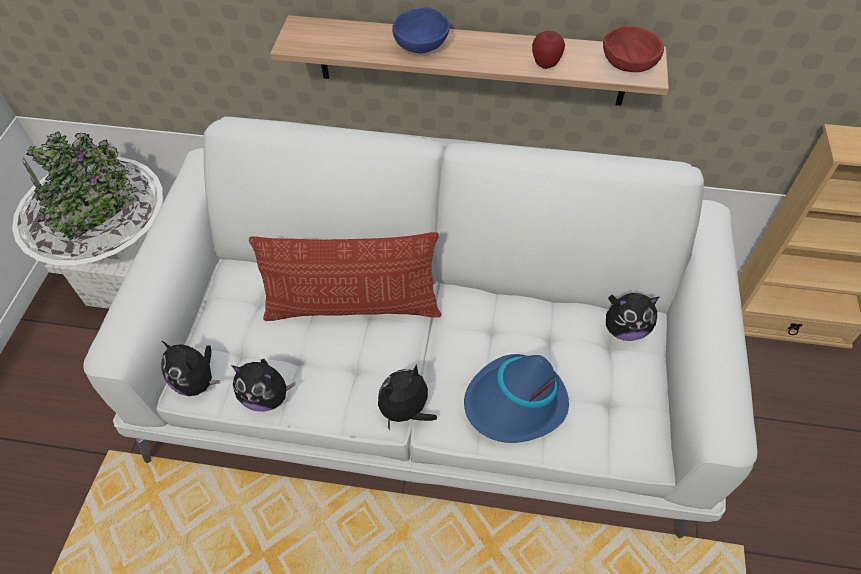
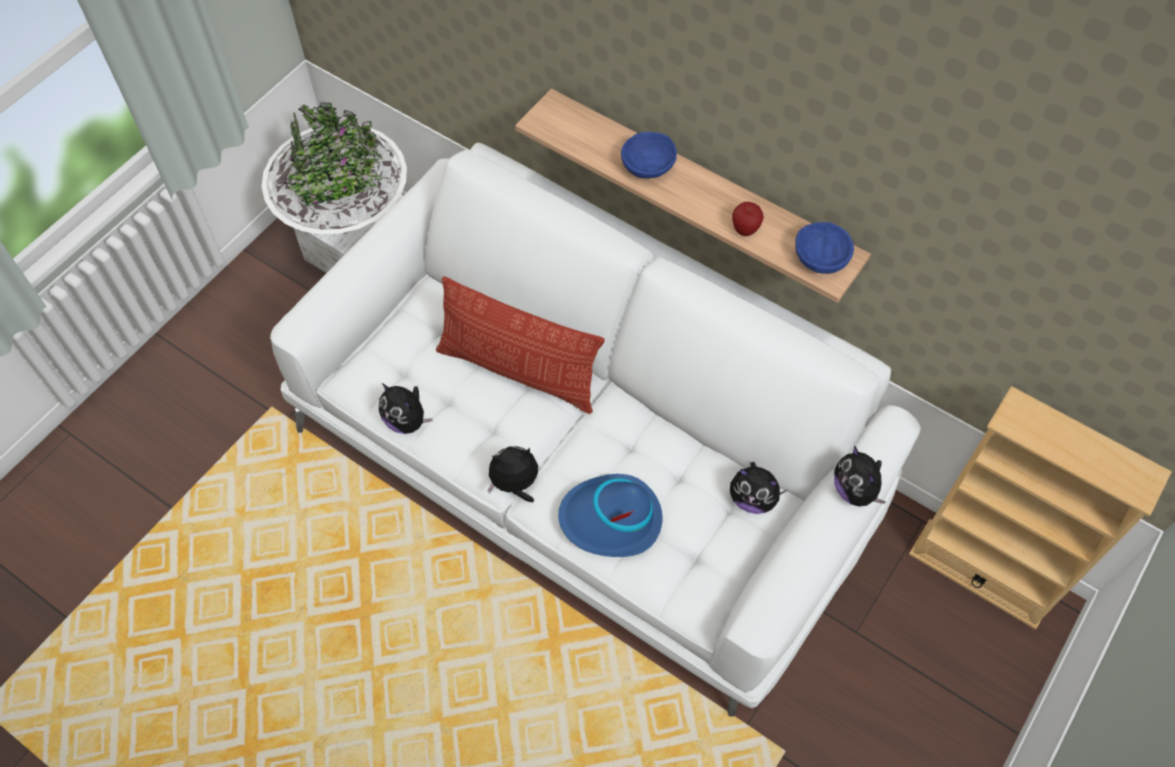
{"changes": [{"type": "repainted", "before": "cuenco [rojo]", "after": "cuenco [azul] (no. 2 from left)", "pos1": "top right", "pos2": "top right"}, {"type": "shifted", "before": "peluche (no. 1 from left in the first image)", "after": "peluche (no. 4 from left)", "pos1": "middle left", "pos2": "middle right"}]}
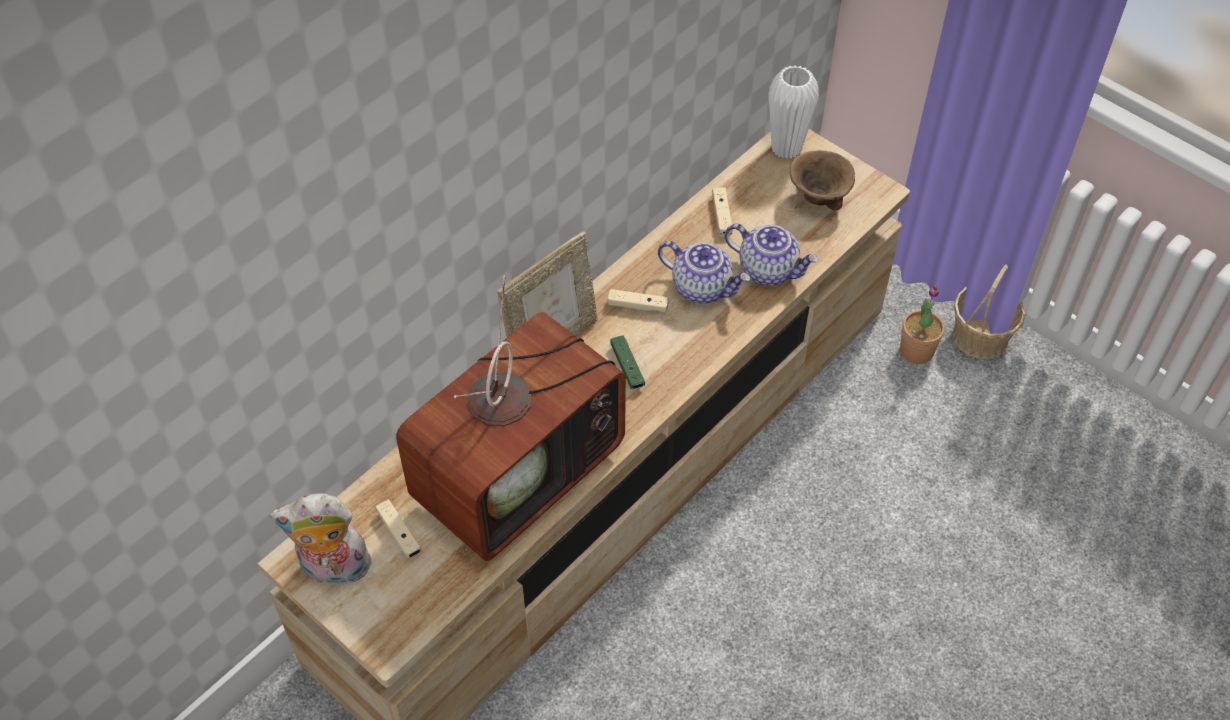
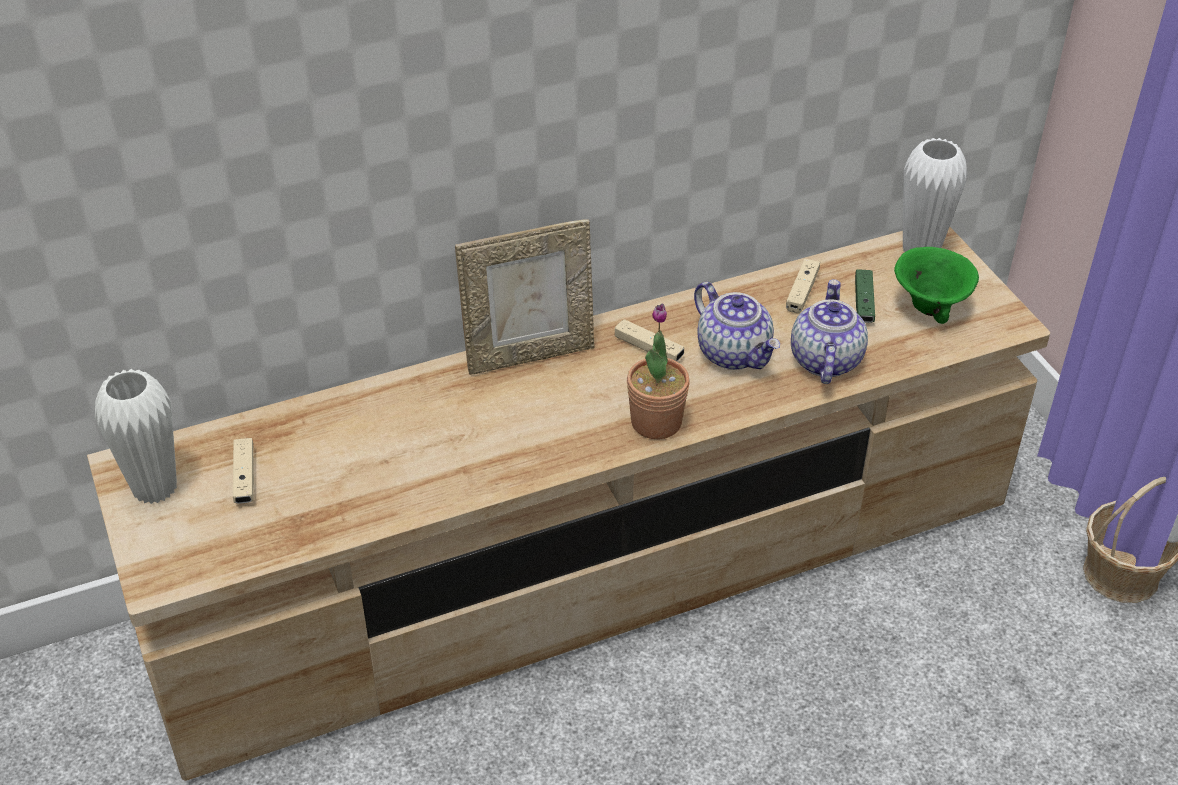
{"changes": [{"type": "repainted", "before": "cuenco [marrón]", "after": "cuenco [verde]", "pos1": "top right", "pos2": "middle right"}, {"type": "rotated", "before": "tetera (no. 2 from left)", "pos1": "centre", "pos2": "middle right", "turn": -135}, {"type": "gone", "before": "televisor", "pos1": "centre"}, {"type": "shifted", "before": "planta en maceta", "pos1": "middle right", "pos2": "centre"}, {"type": "shifted", "before": "mando de consola [verde]", "pos1": "centre", "pos2": "middle right"}, {"type": "swapped", "before": "peluche", "after": "florero [blanco] (no. 1 from left)", "pos1": "bottom left", "pos2": "middle left"}]}
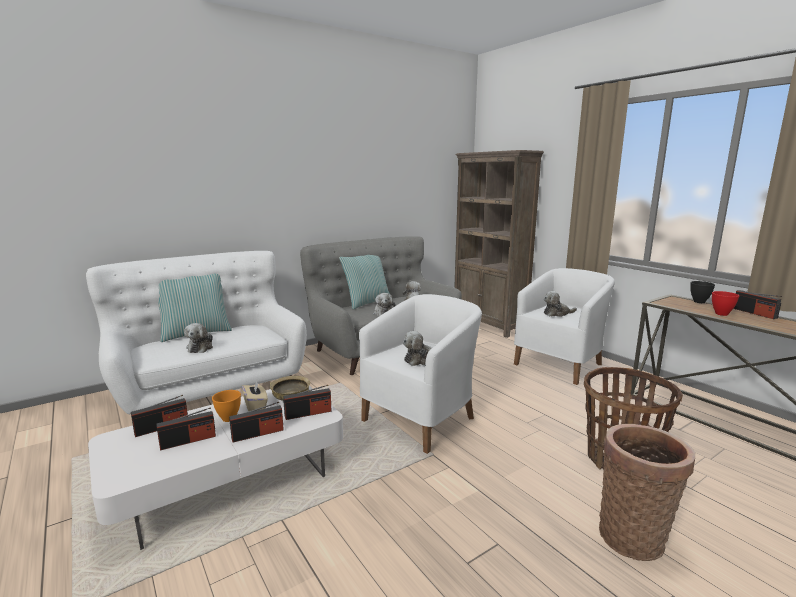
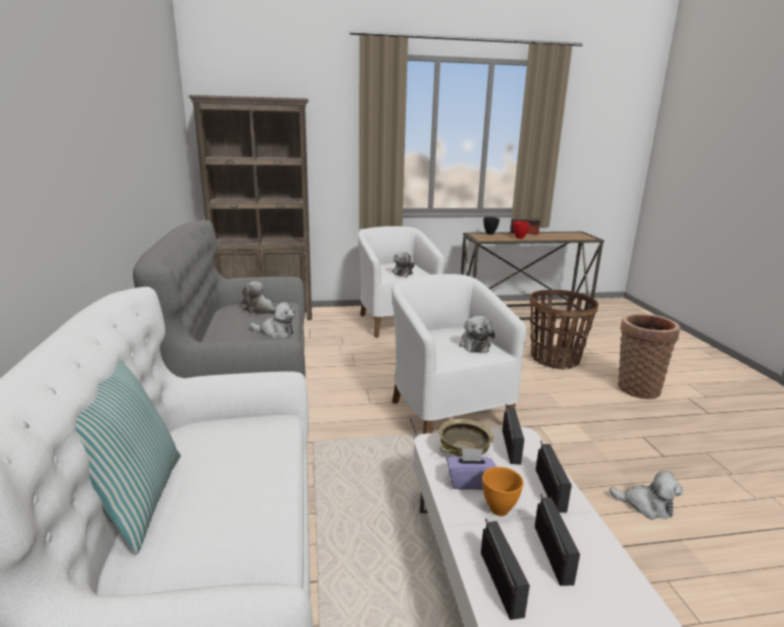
{"changes": [{"type": "gone", "before": "cojín (no. 2 from left)", "pos1": "centre"}, {"type": "shifted", "before": "peluche (no. 1 from left in the first image)", "after": "peluche (no. 5 from left)", "pos1": "middle left", "pos2": "bottom right"}, {"type": "repainted", "before": "caja de pañuelos [beis]", "after": "caja de pañuelos [morado]", "pos1": "middle left", "pos2": "bottom centre"}]}
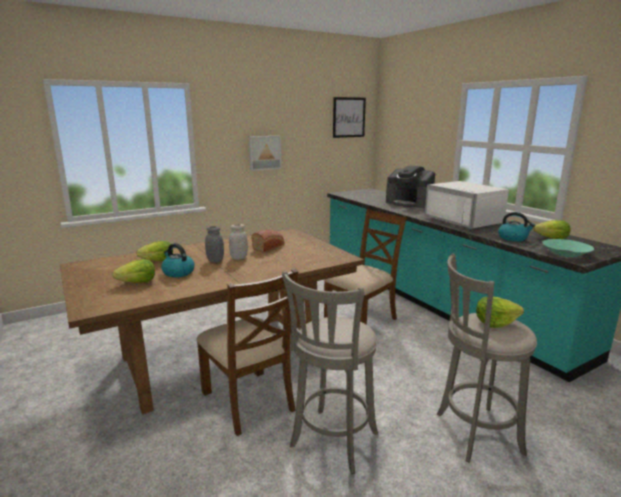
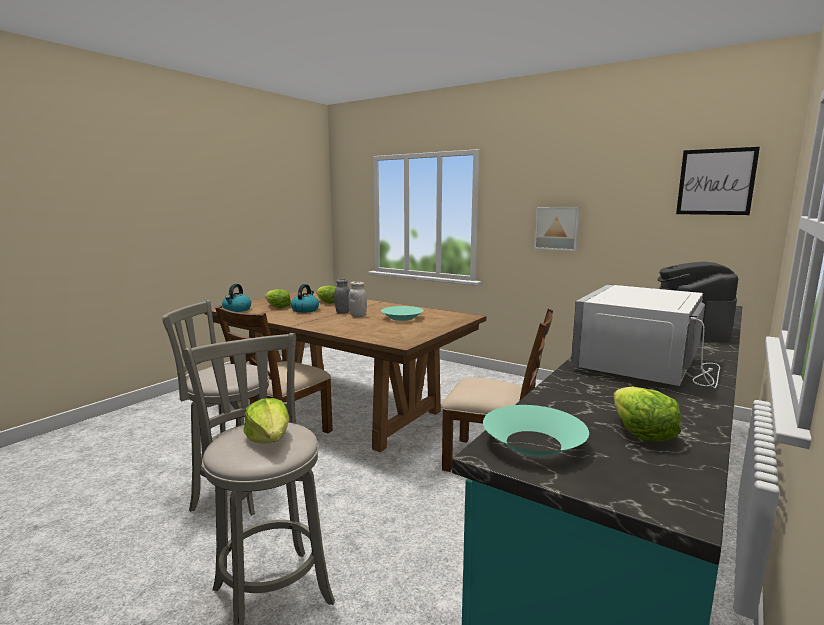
{"changes": [{"type": "shifted", "before": "hervidor (no. 2 from left in the first image)", "after": "hervidor (no. 1 from left)", "pos1": "middle right", "pos2": "middle left"}, {"type": "swapped", "before": "pan", "after": "cuenco [turquesa] (no. 1 from left)", "pos1": "centre", "pos2": "centre"}]}
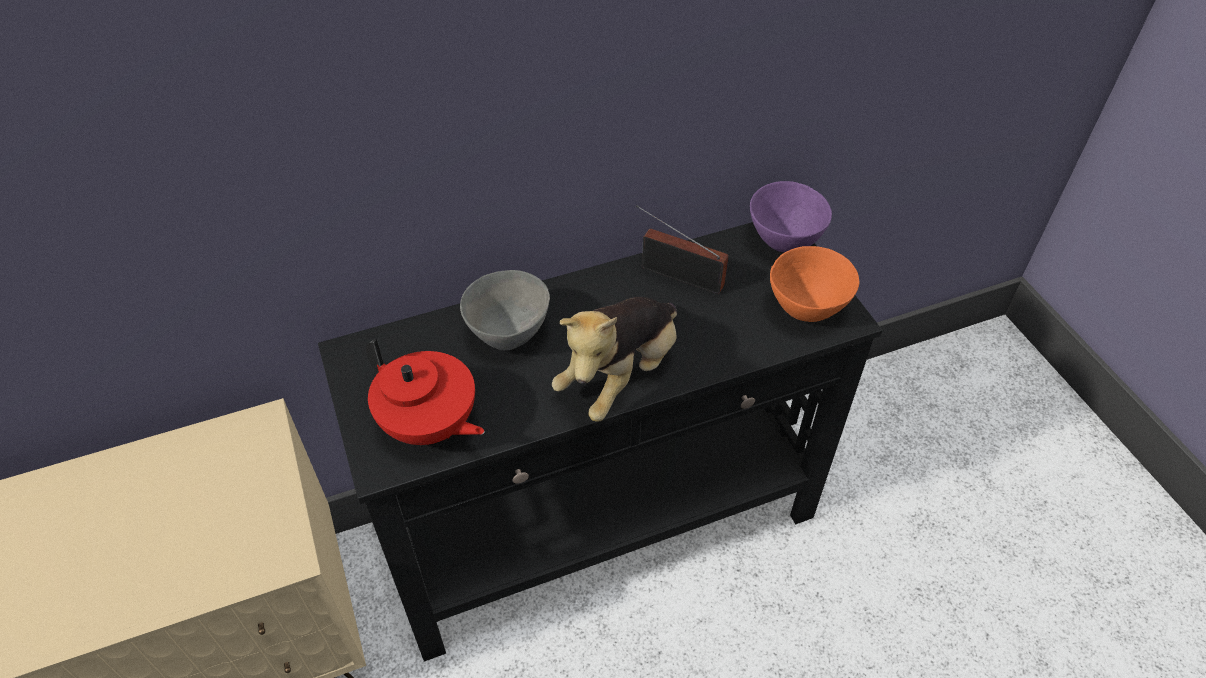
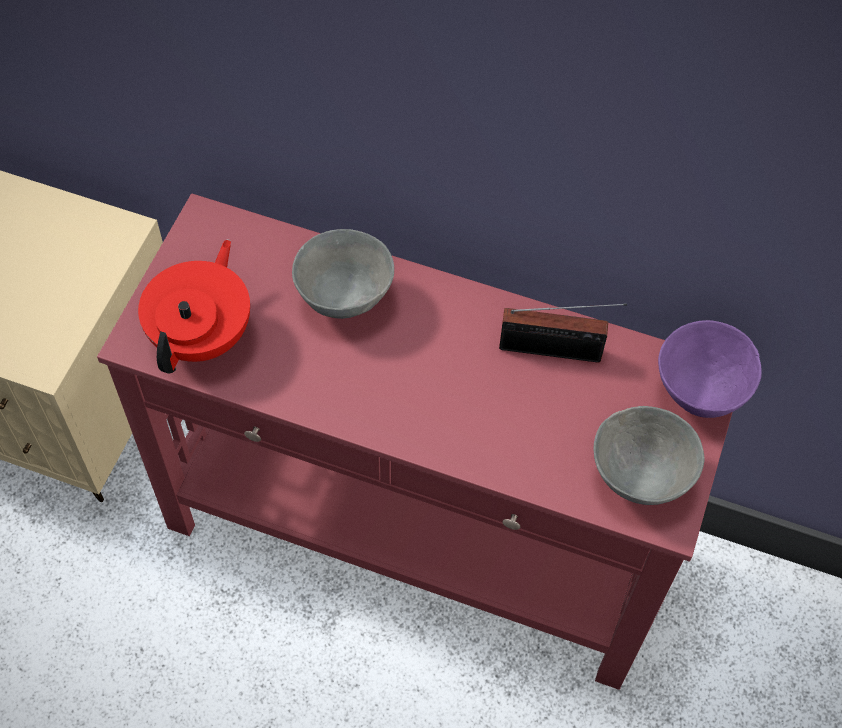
{"changes": [{"type": "rotated", "before": "radio", "pos1": "centre", "pos2": "middle right", "turn": 120}, {"type": "repainted", "before": "mesa consola [negro]", "after": "mesa consola [rojo]", "pos1": "centre", "pos2": "centre"}, {"type": "repainted", "before": "cuenco [naranja]", "after": "cuenco [gris] (no. 2 from left)", "pos1": "middle right", "pos2": "middle right"}, {"type": "gone", "before": "peluche", "pos1": "centre"}, {"type": "rotated", "before": "tetera [rojo]", "pos1": "centre", "pos2": "middle left", "turn": -150}]}
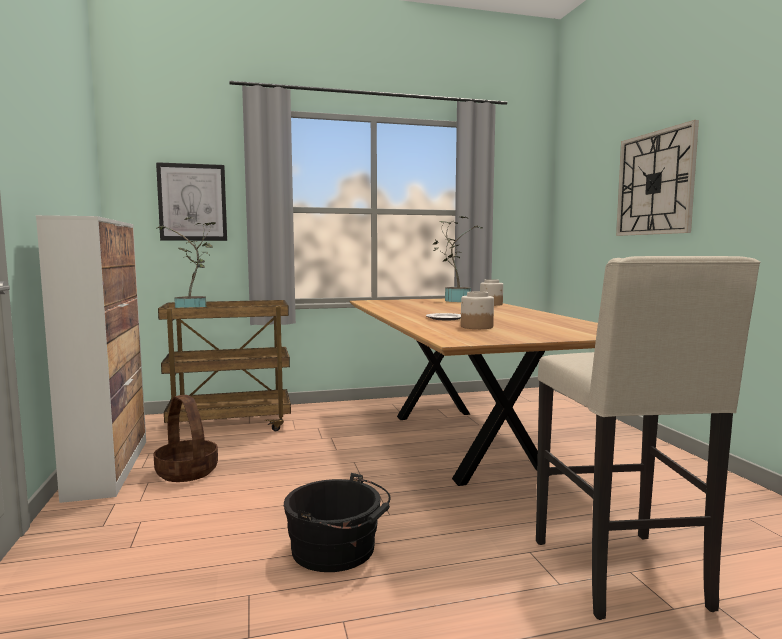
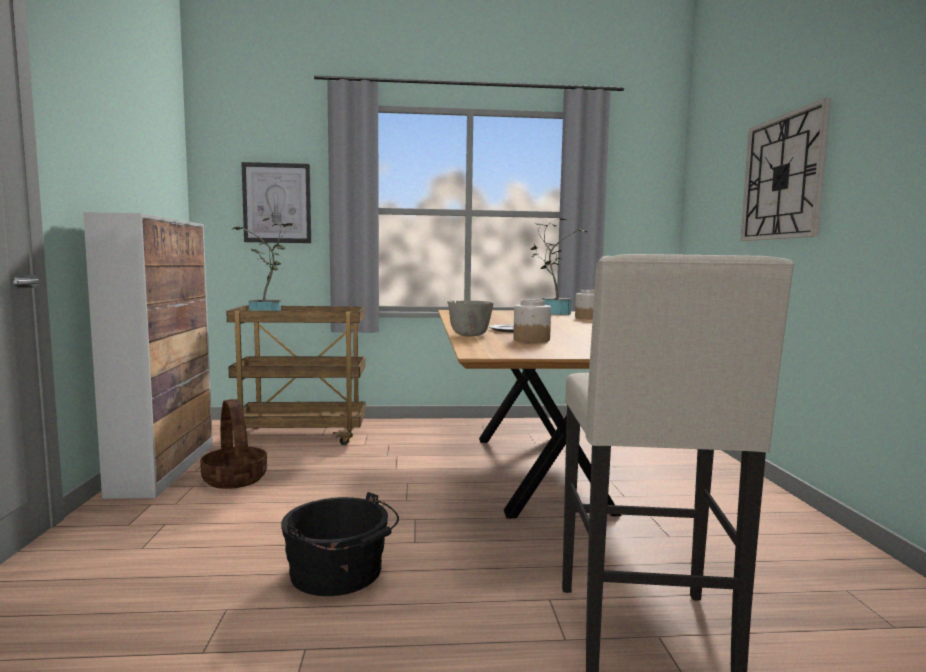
{"changes": [{"type": "new", "after": "cuenco [gris]", "pos2": "centre"}]}
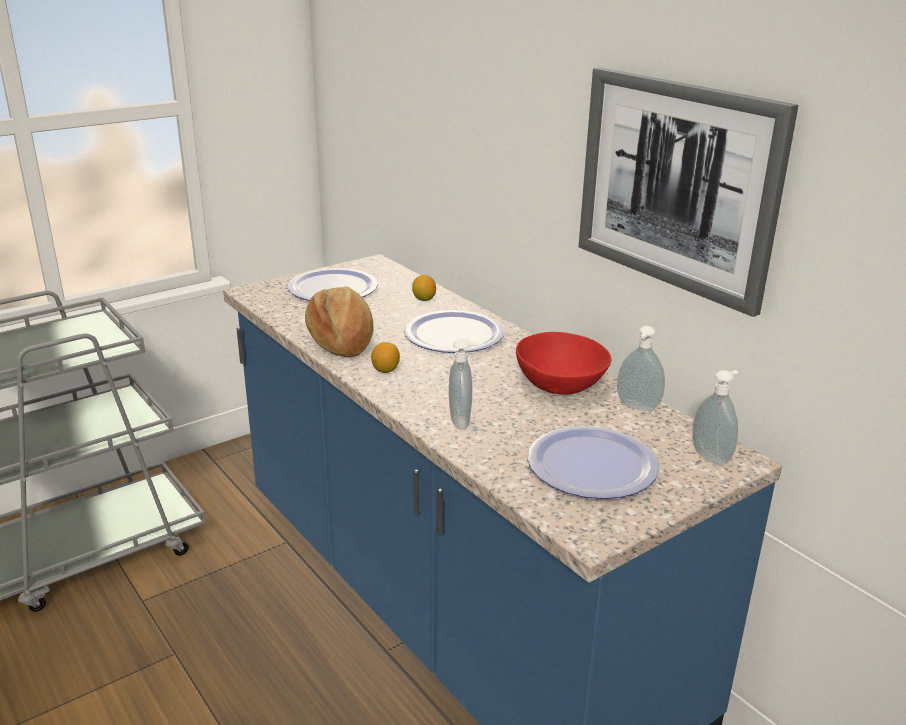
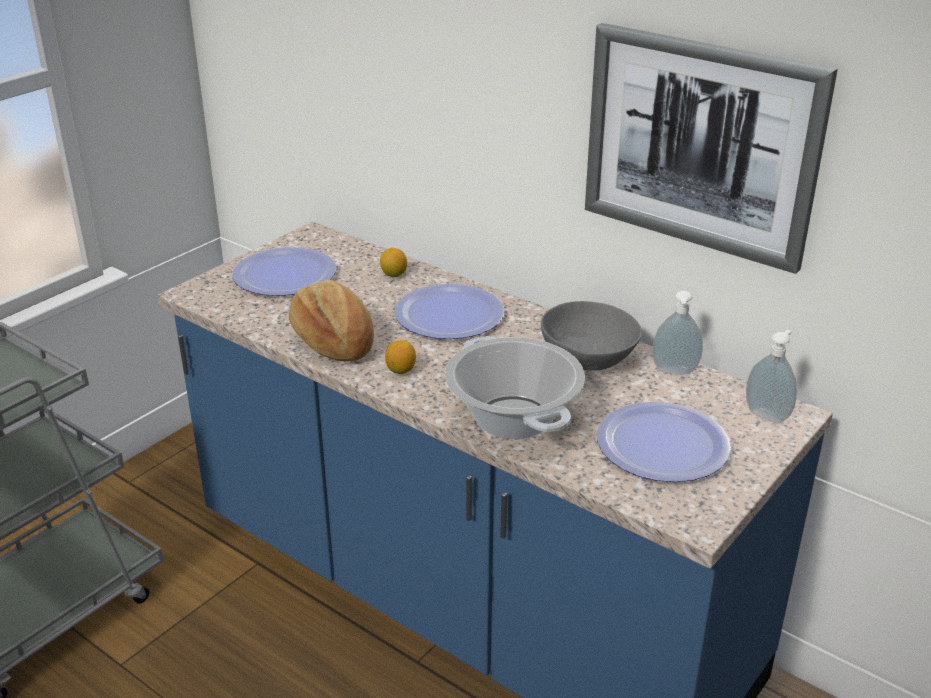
{"changes": [{"type": "repainted", "before": "cuenco [rojo]", "after": "cuenco [gris]", "pos1": "centre", "pos2": "centre"}, {"type": "swapped", "before": "dispensador de jabón (no. 1 from left)", "after": "olla", "pos1": "centre", "pos2": "centre"}]}
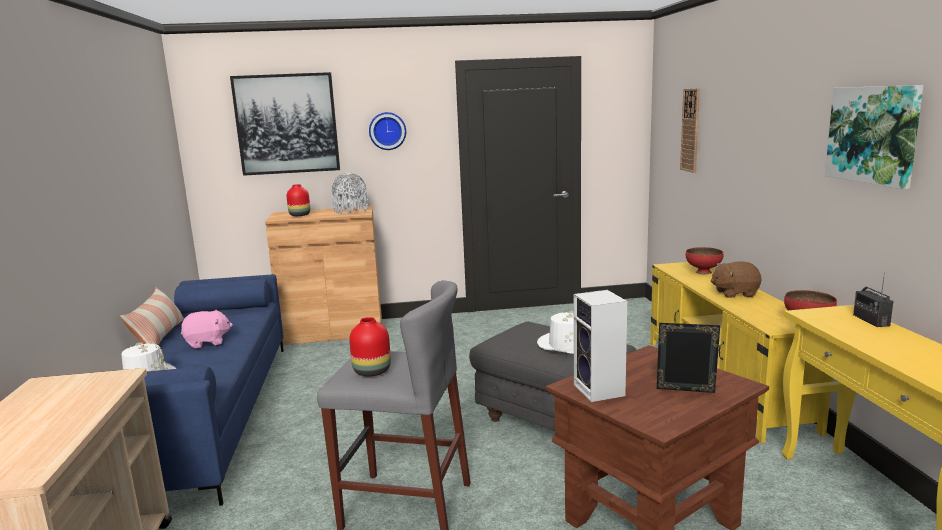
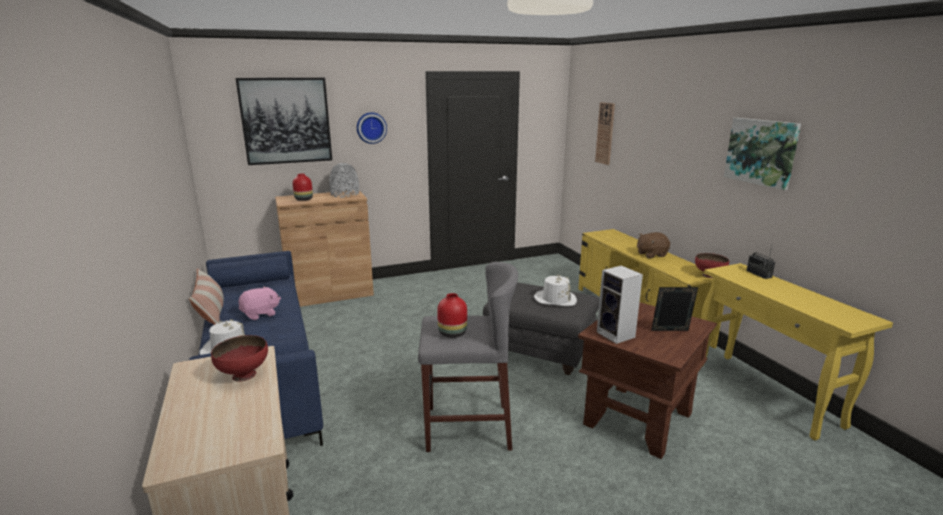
{"changes": [{"type": "shifted", "before": "cuenco [rojo] (no. 1 from left)", "pos1": "middle right", "pos2": "bottom left"}]}
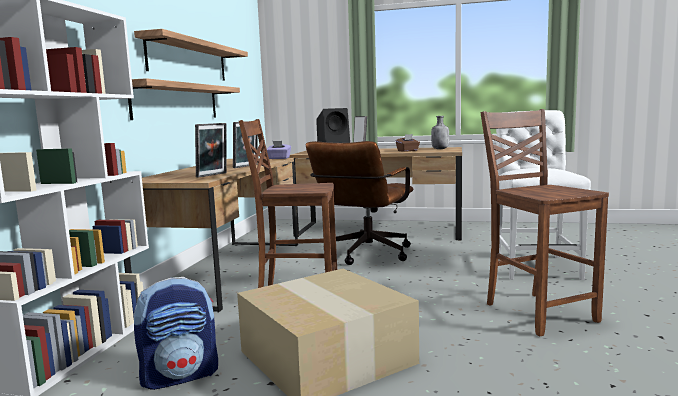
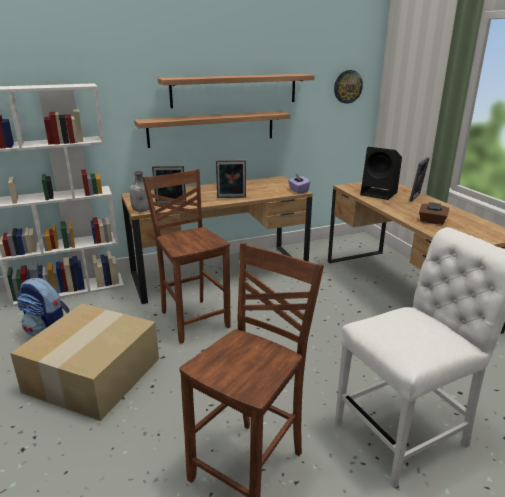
{"changes": [{"type": "shifted", "before": "botella [gris]", "pos1": "centre", "pos2": "middle left"}, {"type": "gone", "before": "silla de oficina [marrón]", "pos1": "centre"}, {"type": "new", "after": "reloj de pared", "pos2": "top right"}]}
